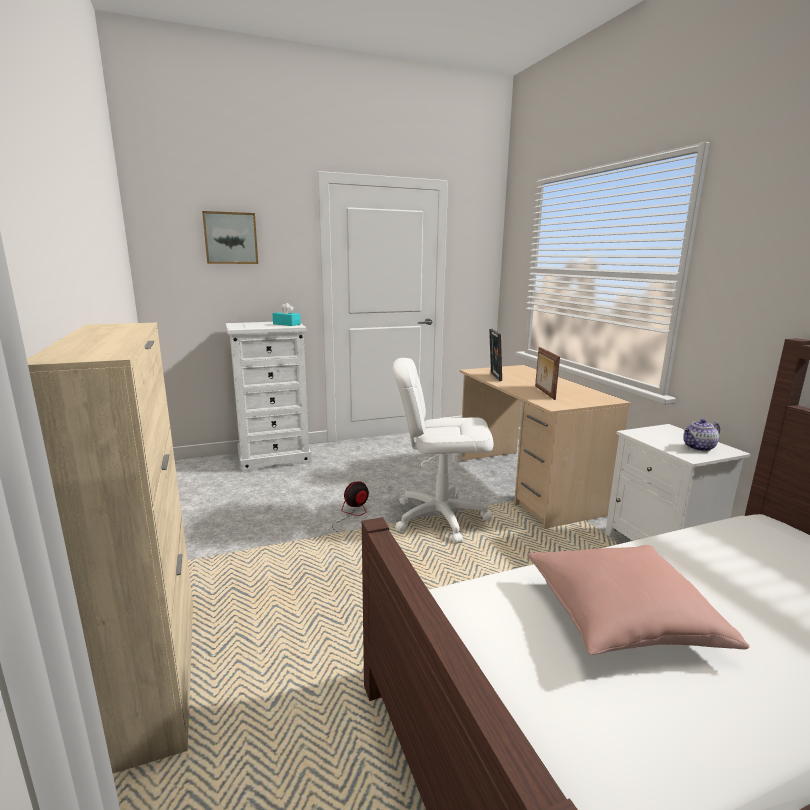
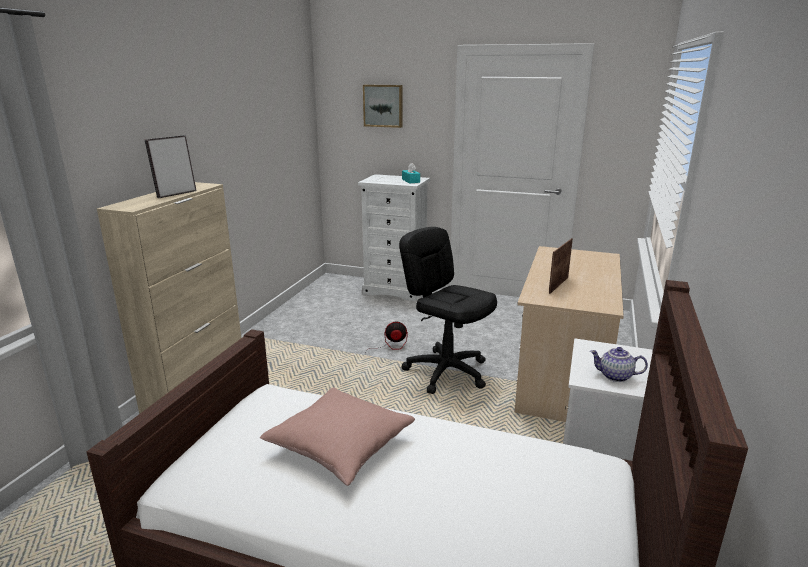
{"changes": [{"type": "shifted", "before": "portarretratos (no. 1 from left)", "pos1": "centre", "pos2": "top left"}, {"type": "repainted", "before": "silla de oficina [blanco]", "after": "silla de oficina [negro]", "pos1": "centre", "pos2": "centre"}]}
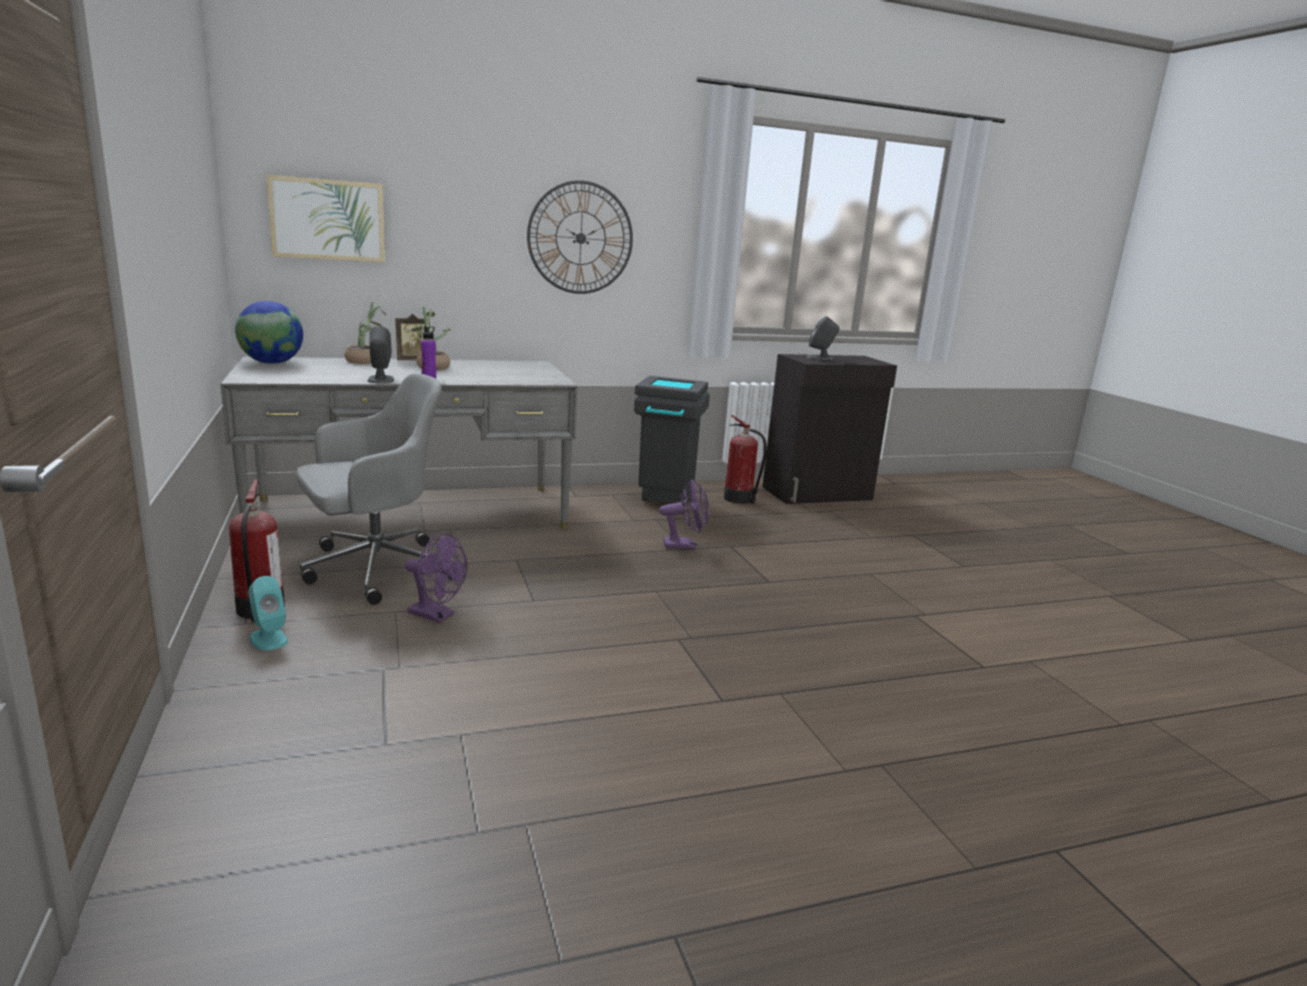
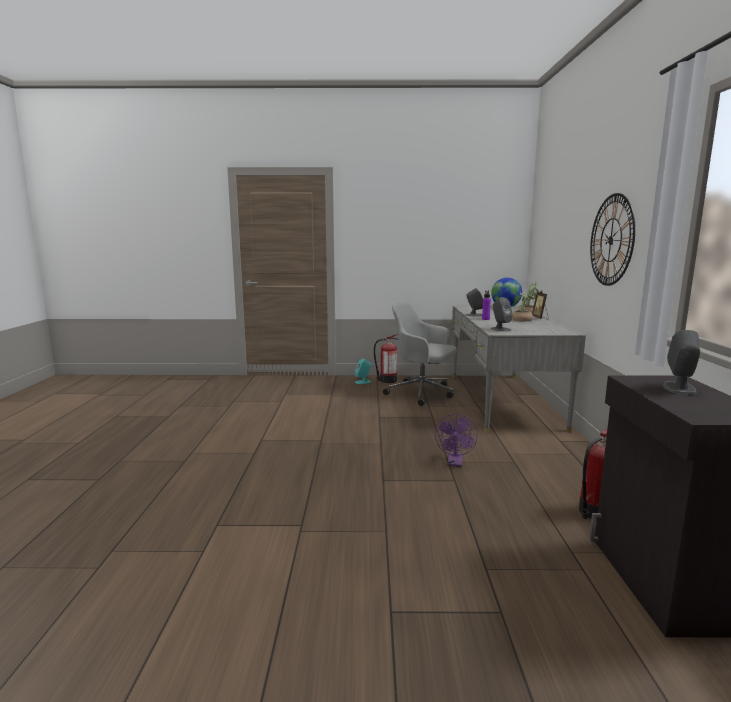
{"changes": [{"type": "gone", "before": "cuadro", "pos1": "top left"}, {"type": "rotated", "before": "silla de oficina [gris]", "pos1": "middle left", "pos2": "centre", "turn": 135}, {"type": "gone", "before": "papelera [gris]", "pos1": "centre"}, {"type": "gone", "before": "ventilador [morado] (no. 1 from left)", "pos1": "centre"}, {"type": "new", "after": "altavoz [gris] (no. 2 from left)", "pos2": "middle right"}]}
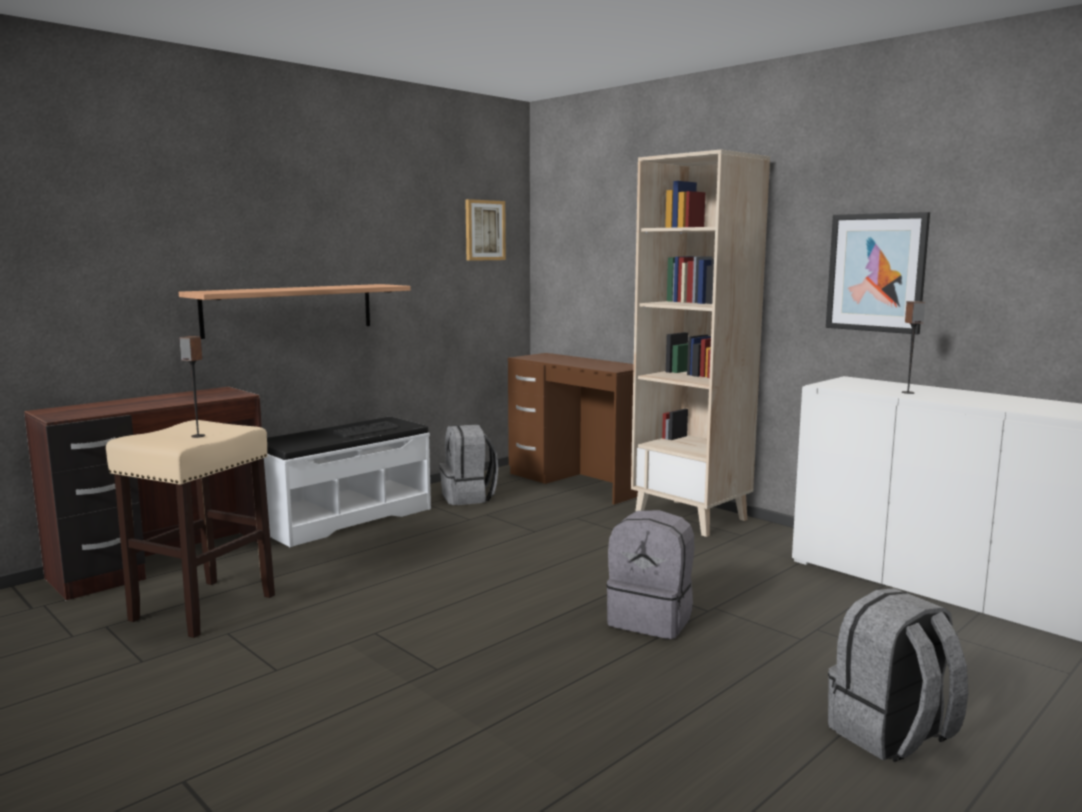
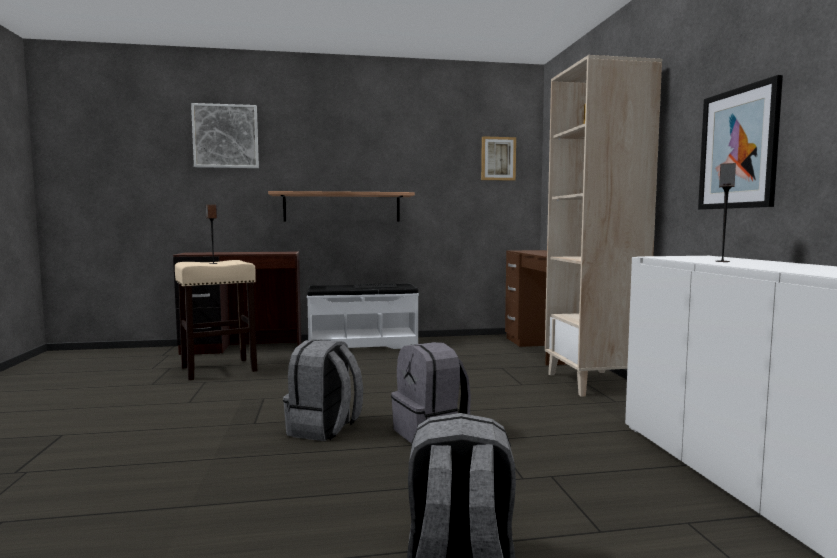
{"changes": [{"type": "shifted", "before": "mochila [gris] (no. 1 from left)", "pos1": "centre", "pos2": "bottom centre"}, {"type": "new", "after": "cuadro (no. 1 from left)", "pos2": "top left"}]}
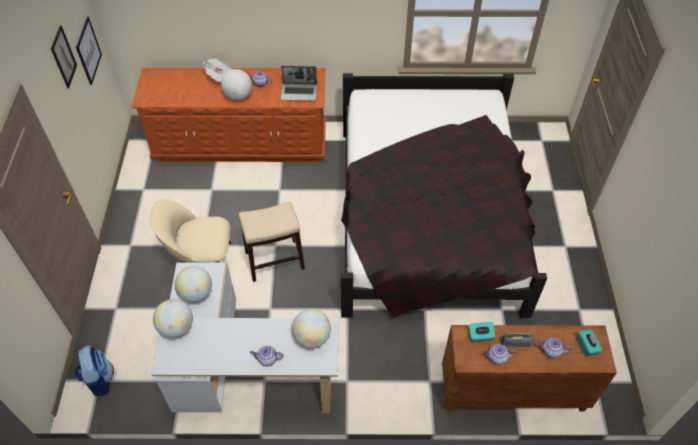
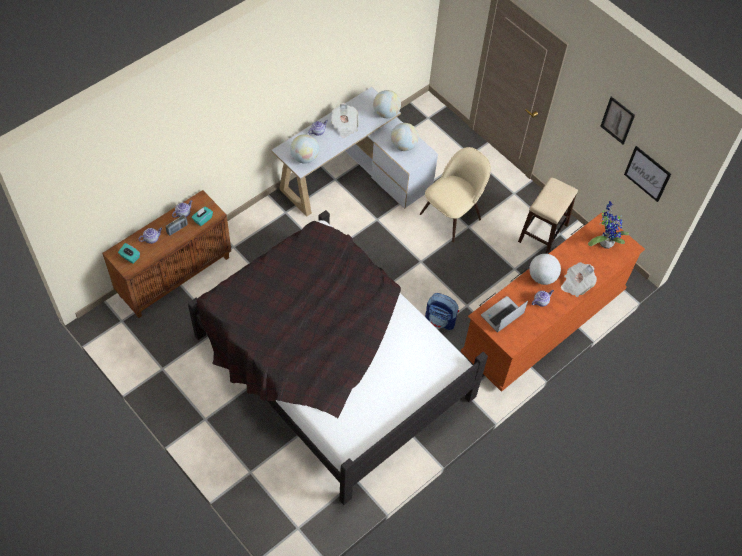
{"changes": [{"type": "shifted", "before": "taburete", "pos1": "centre", "pos2": "middle right"}, {"type": "shifted", "before": "mochila", "pos1": "bottom left", "pos2": "centre"}, {"type": "new", "after": "periódico (no. 1 from left)", "pos2": "top centre"}, {"type": "new", "after": "planta en maceta", "pos2": "middle right"}]}
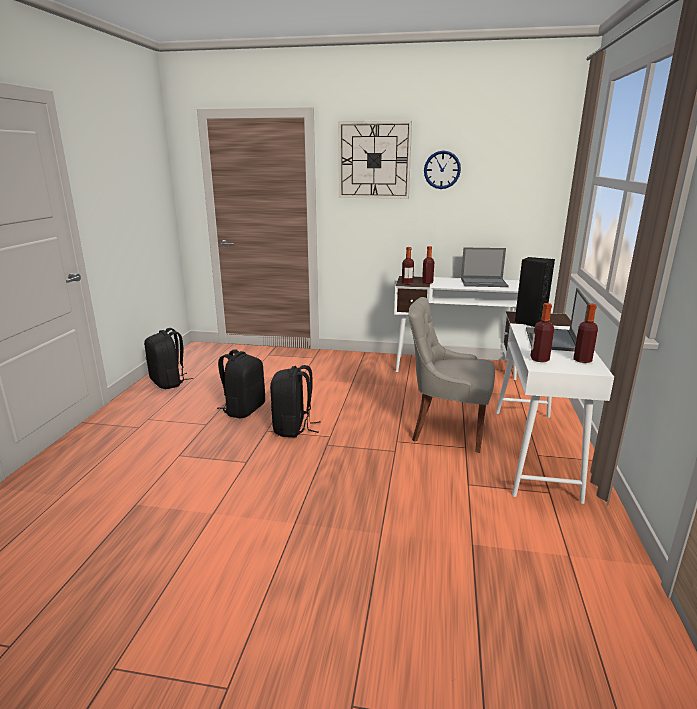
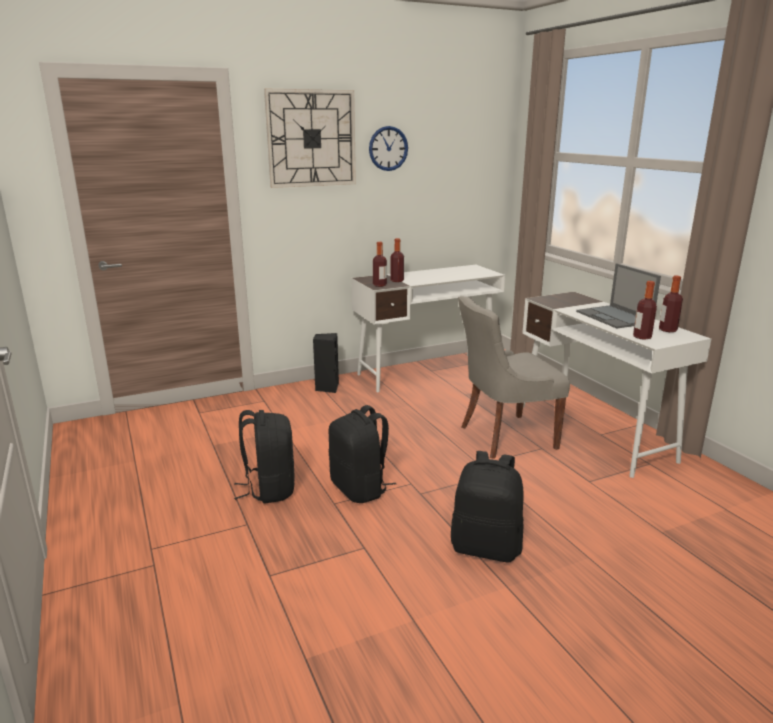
{"changes": [{"type": "gone", "before": "portátil (no. 1 from left)", "pos1": "middle right"}, {"type": "shifted", "before": "altavoz [negro]", "pos1": "middle right", "pos2": "centre"}, {"type": "shifted", "before": "mochila [negro] (no. 1 from left in the first image)", "after": "mochila [negro] (no. 3 from left)", "pos1": "middle left", "pos2": "bottom centre"}]}
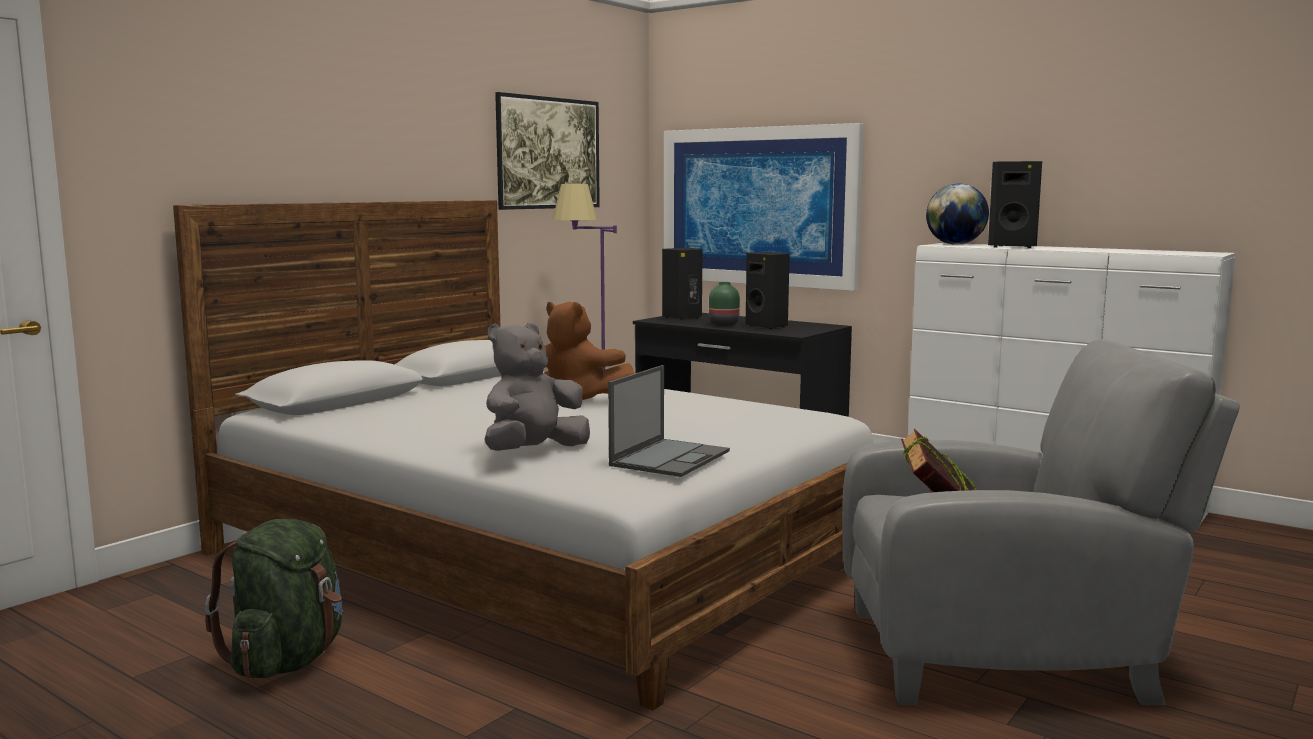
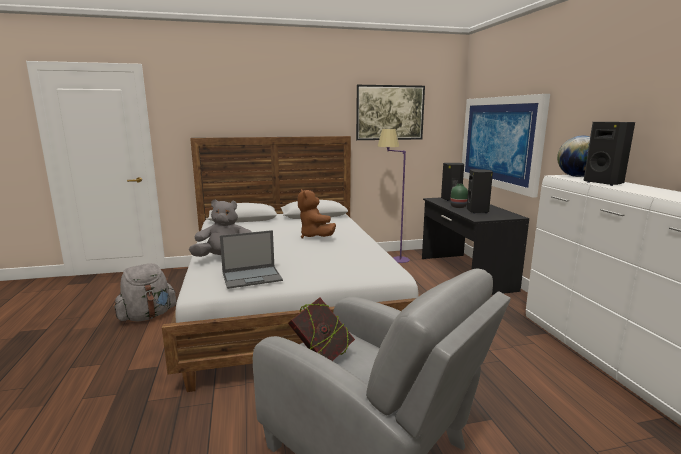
{"changes": [{"type": "repainted", "before": "mochila [verde]", "after": "mochila [gris]", "pos1": "bottom left", "pos2": "middle left"}]}
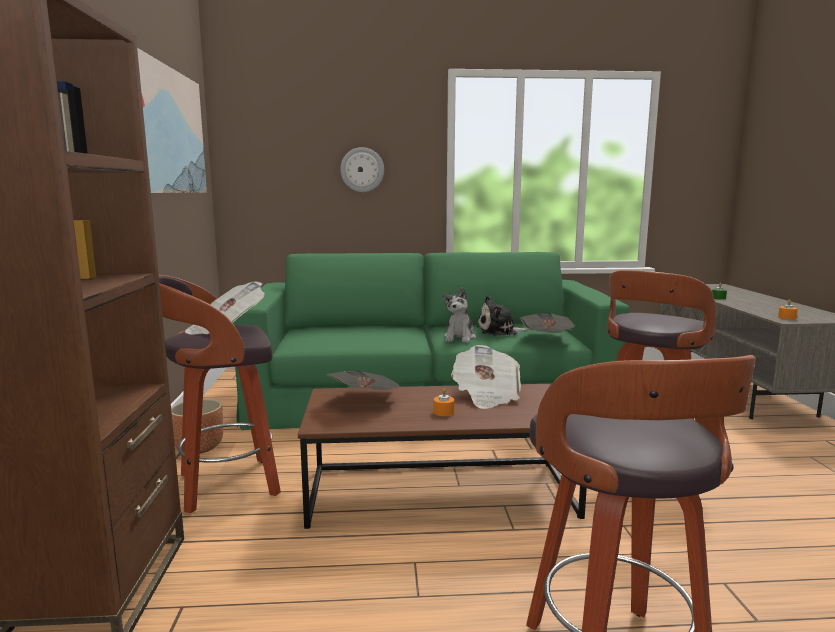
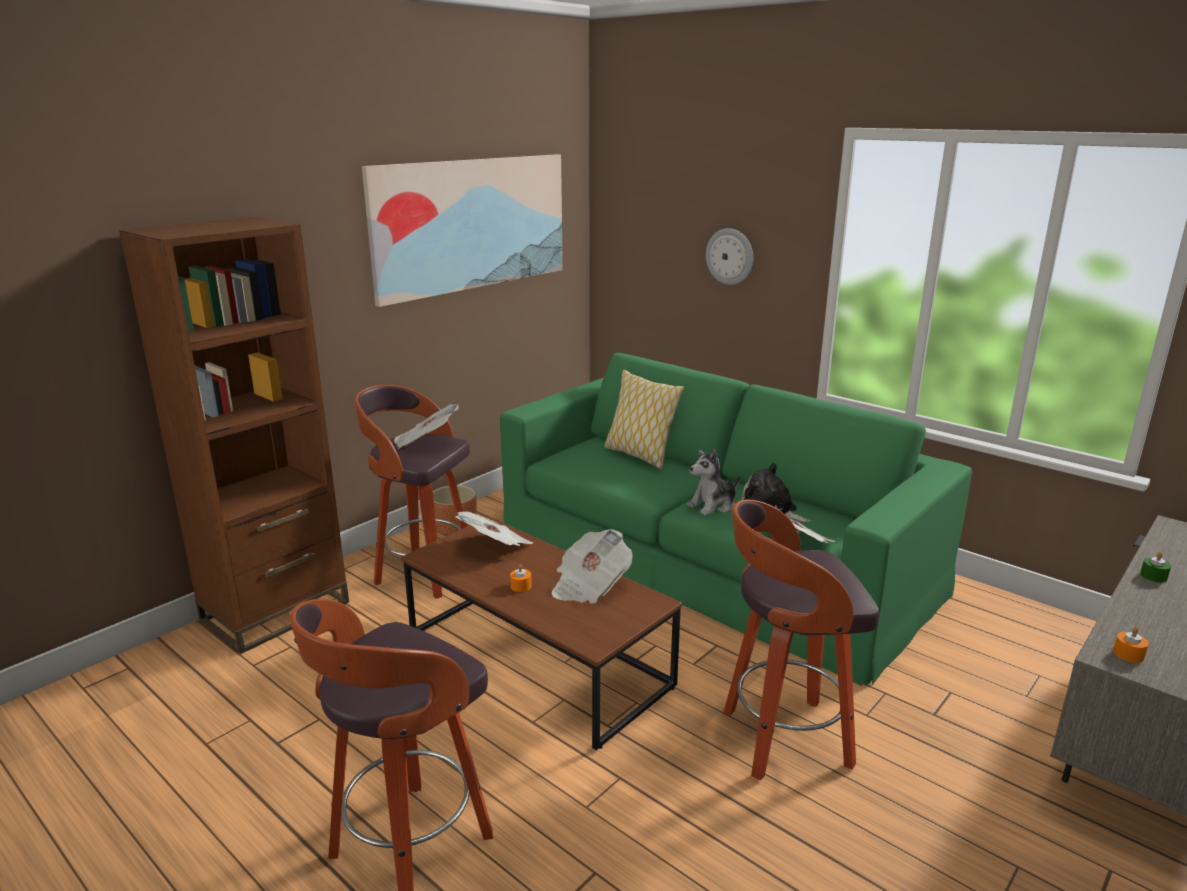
{"changes": [{"type": "new", "after": "cojín", "pos2": "centre"}]}
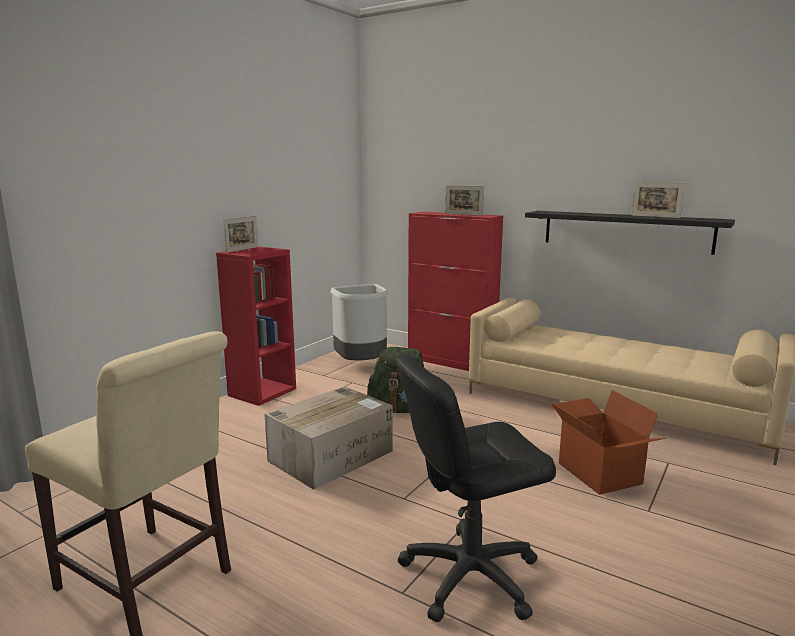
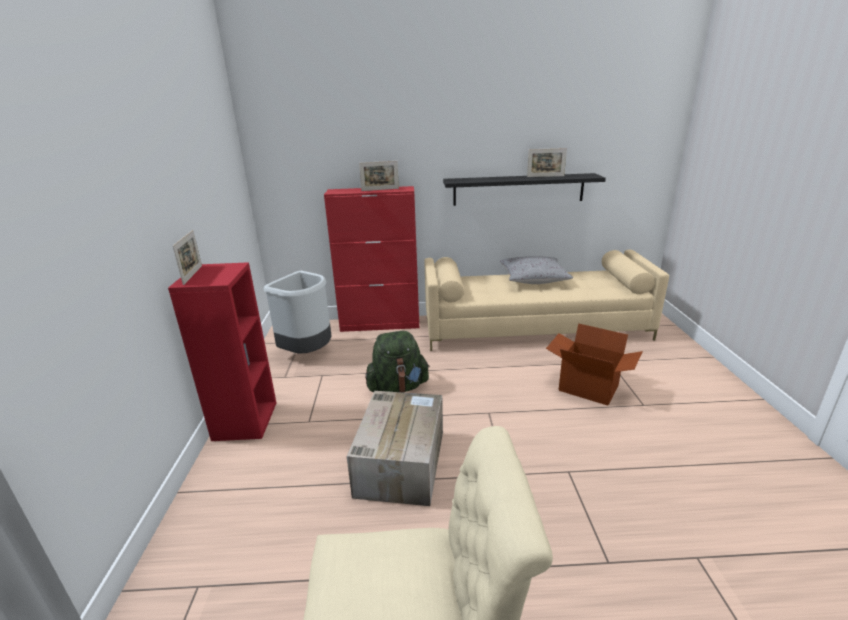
{"changes": [{"type": "gone", "before": "silla de oficina [negro]", "pos1": "bottom centre"}, {"type": "new", "after": "cojín [gris]", "pos2": "centre"}]}
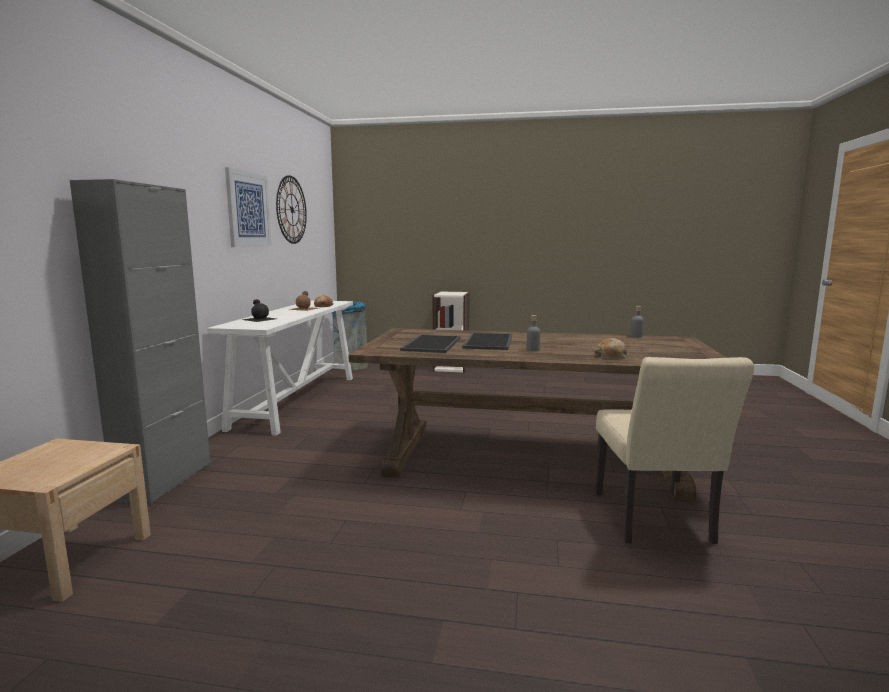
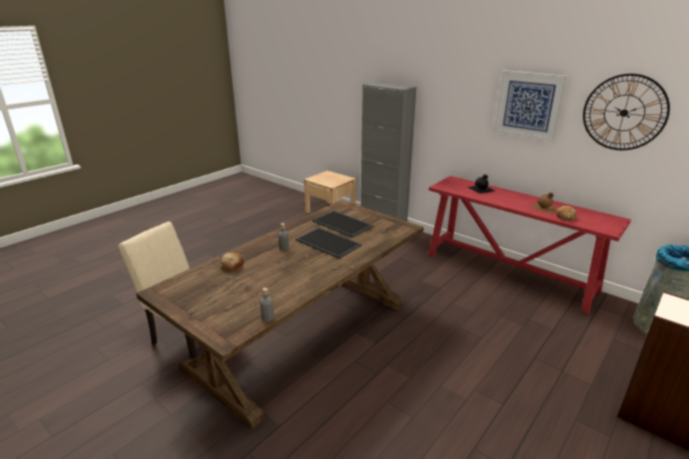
{"changes": [{"type": "repainted", "before": "mesa consola [blanco]", "after": "mesa consola [rojo]", "pos1": "middle left", "pos2": "middle right"}]}
